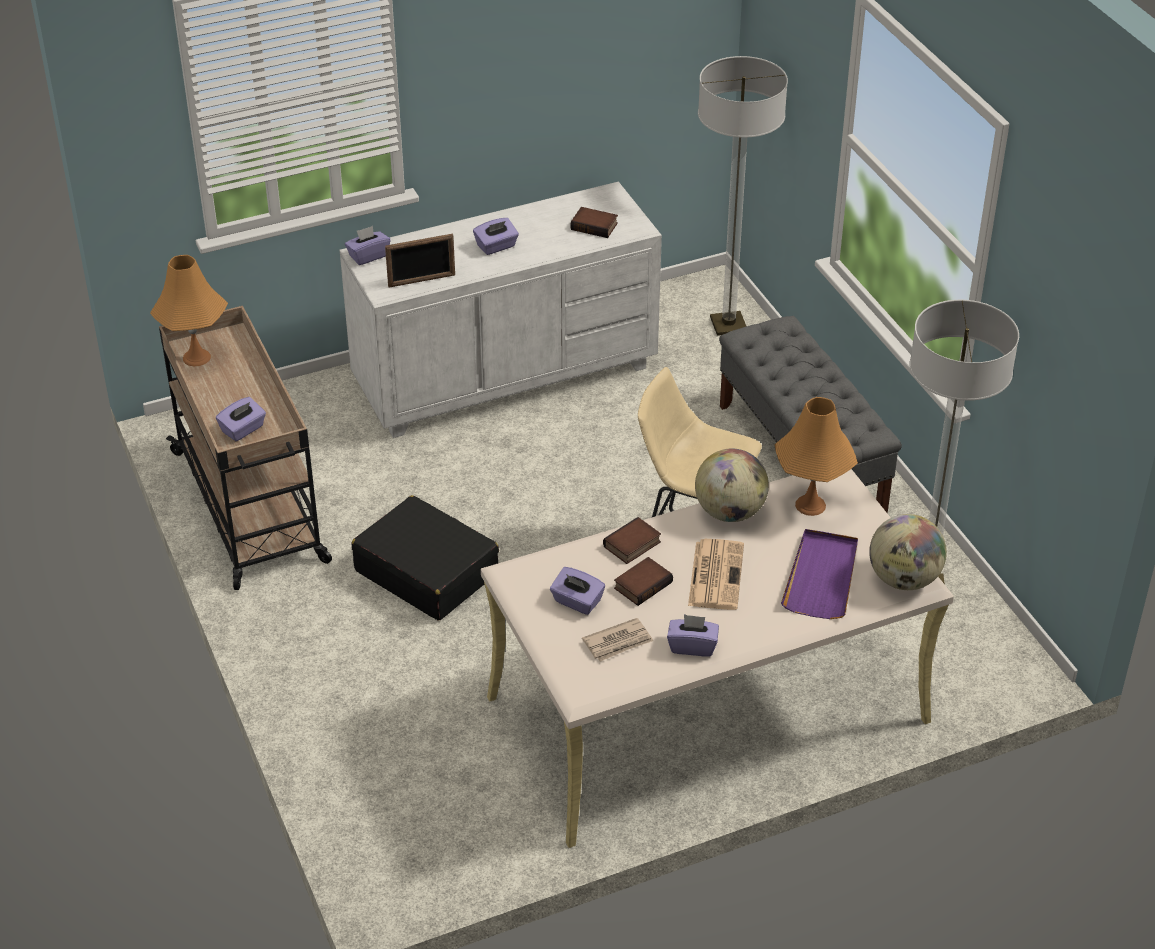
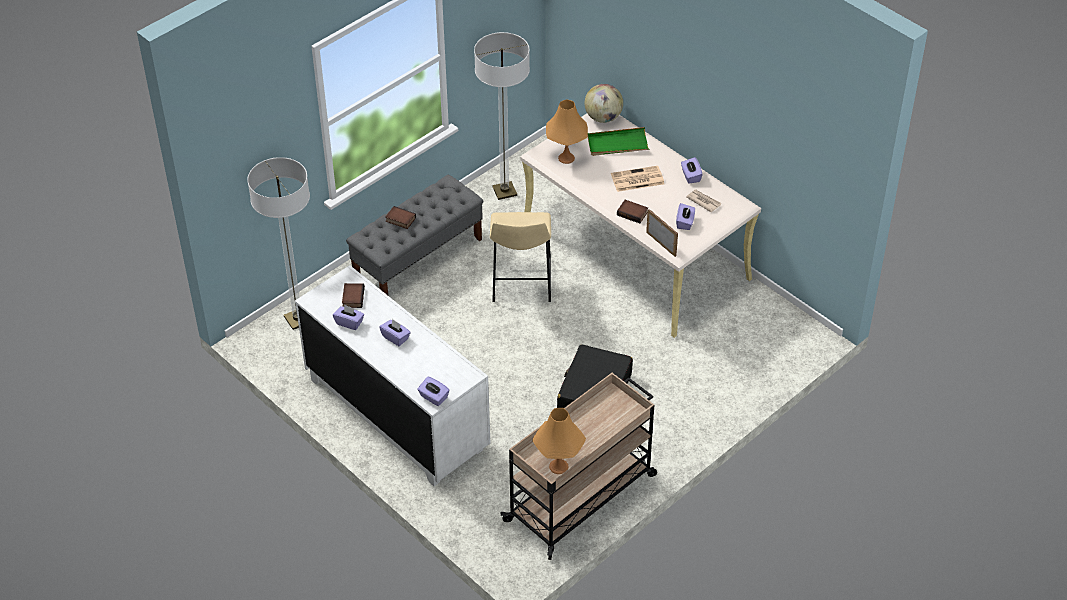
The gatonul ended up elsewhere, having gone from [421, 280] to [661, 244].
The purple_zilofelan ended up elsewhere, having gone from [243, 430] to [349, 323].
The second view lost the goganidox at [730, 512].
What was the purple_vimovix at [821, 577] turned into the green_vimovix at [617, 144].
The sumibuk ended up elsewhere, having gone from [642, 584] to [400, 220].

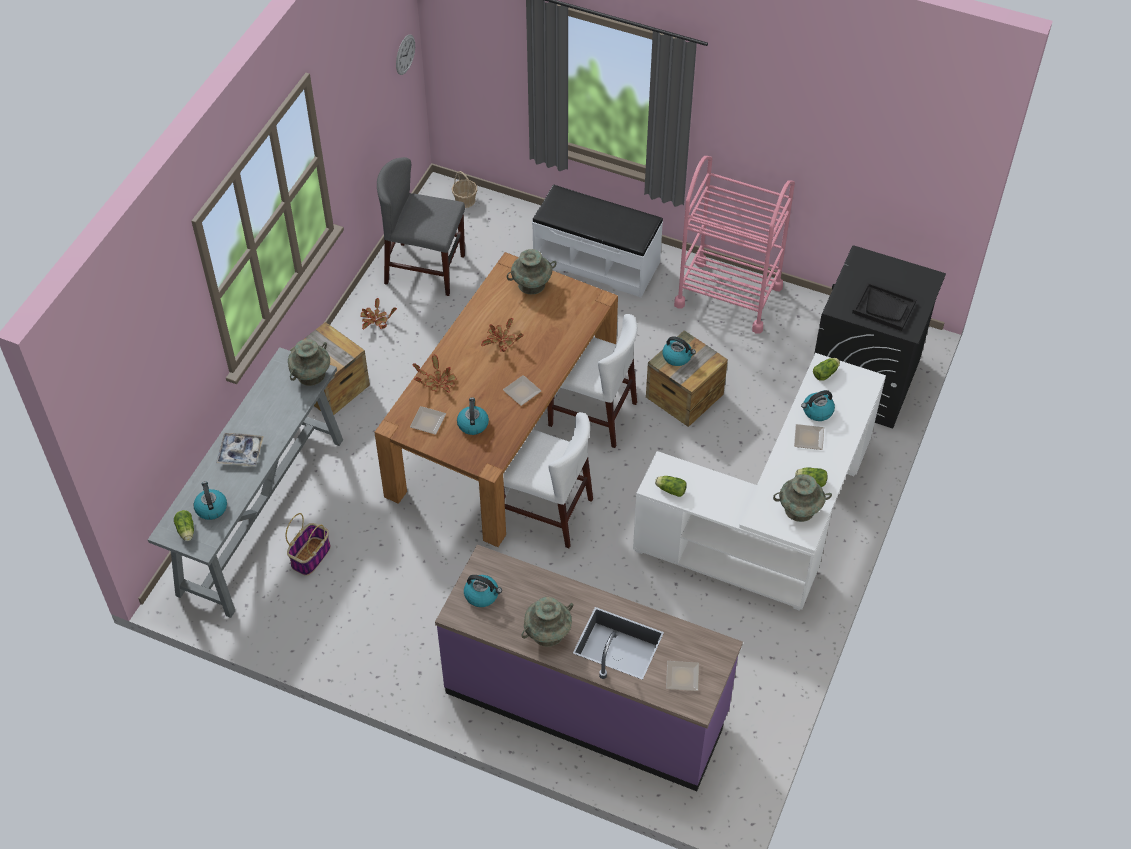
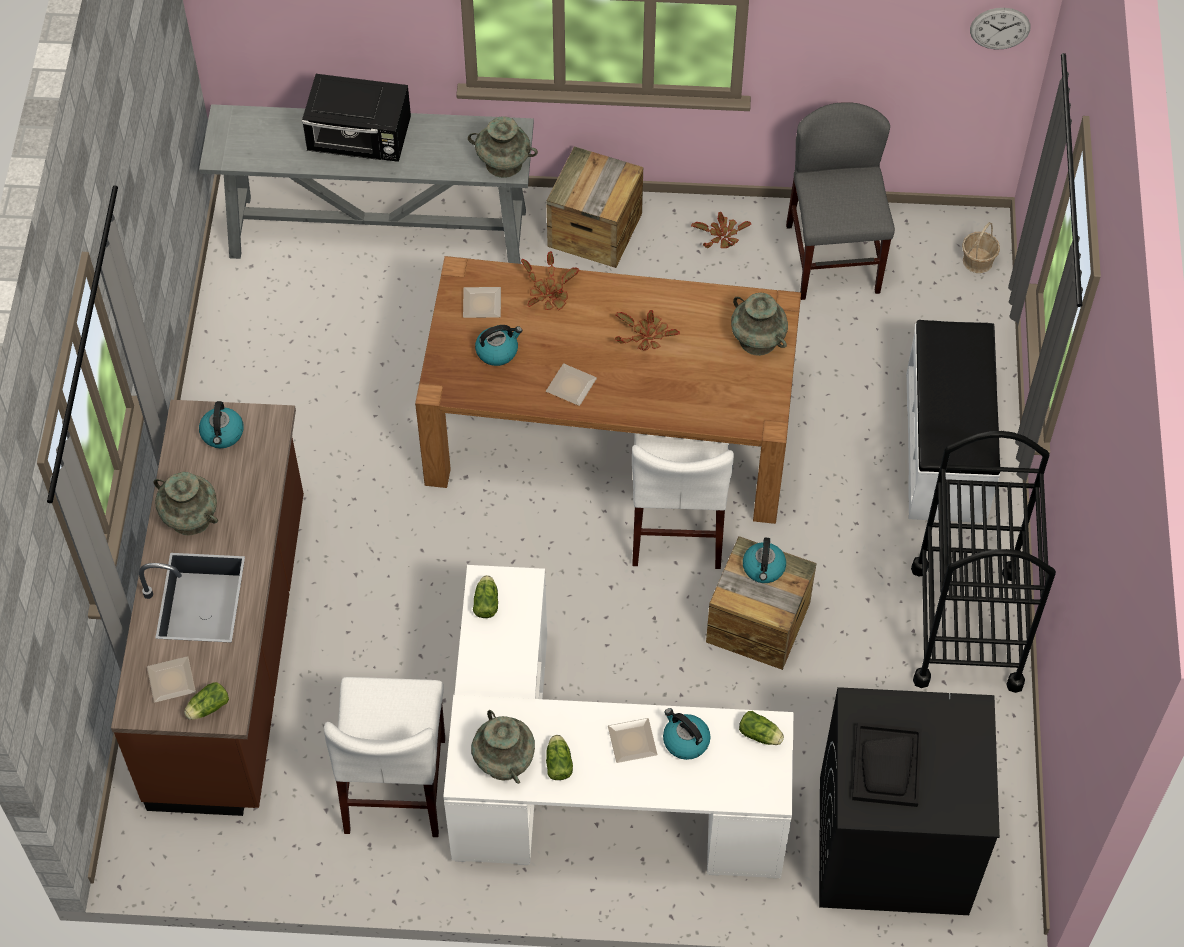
What was the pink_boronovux at [728, 296] turned into the black_boronovux at [966, 626].
The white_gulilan ended up elsewhere, having gone from [546, 511] to [395, 785].
Where the vimovix stood at [240, 453], the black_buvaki came to stand at [361, 140].
The second view lost the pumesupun at [211, 508].
The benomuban ended up elsewhere, having gone from [186, 531] to [207, 708].
The second view lost the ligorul at [311, 556].
What was the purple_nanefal at [586, 703] turned into the brown_nanefal at [232, 652].

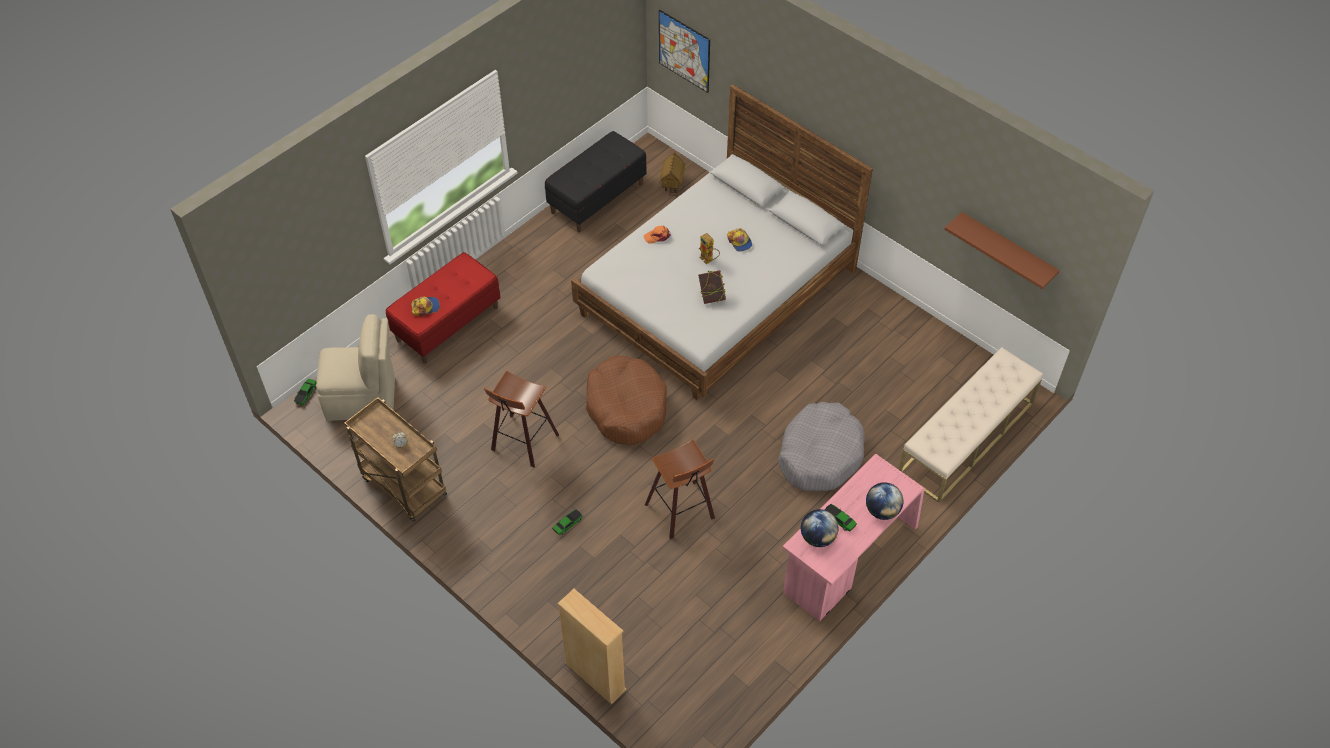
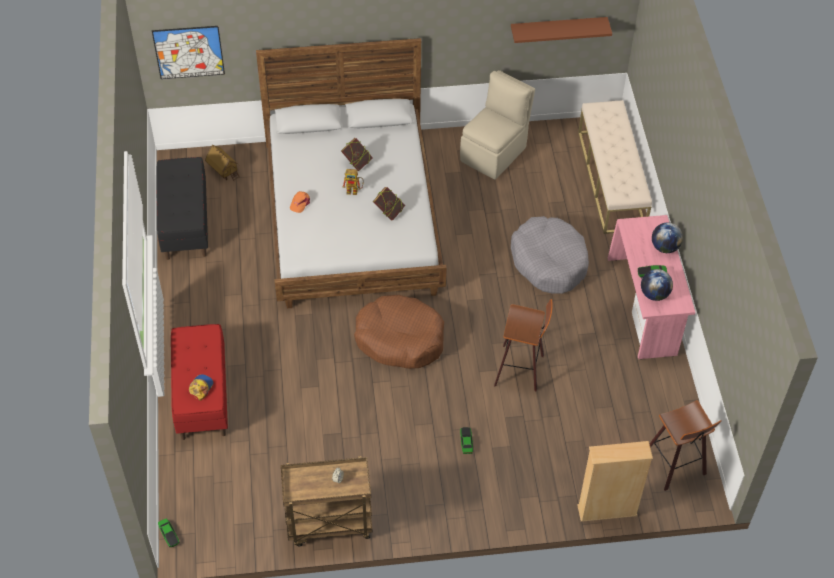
Where the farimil stood at [739, 242], the sumibuk came to stand at [357, 163].
The beige_gulilan ended up elsewhere, having gone from [363, 399] to [494, 153].
The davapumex ended up elsewhere, having gone from [523, 443] to [675, 466].

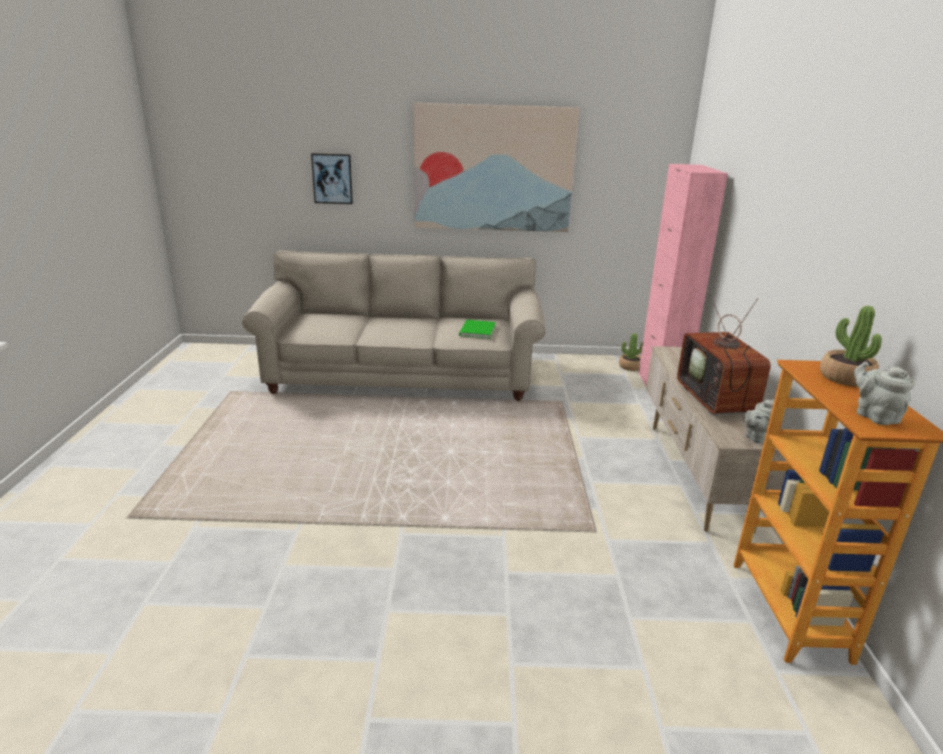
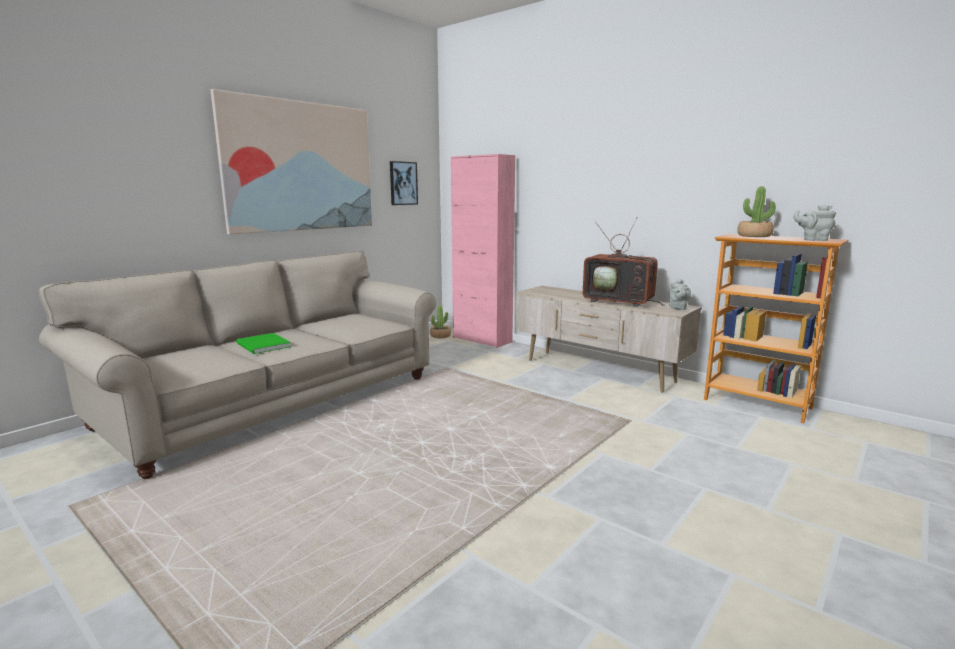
The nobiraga ended up elsewhere, having gone from [332, 178] to [403, 183].
The green_sumibuk ended up elsewhere, having gone from [476, 331] to [263, 346].

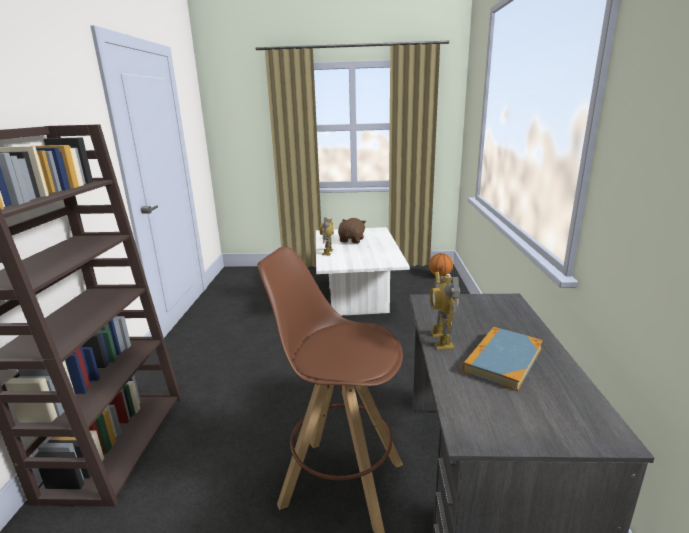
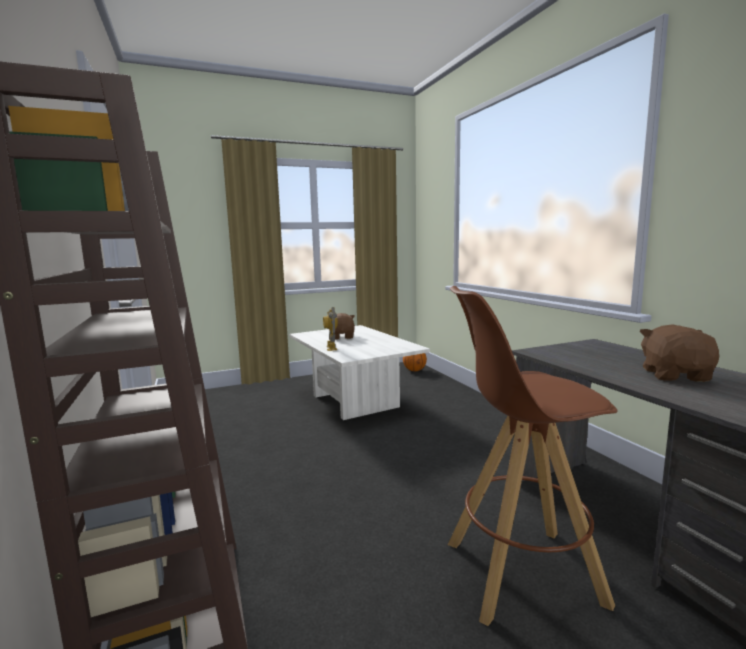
The second view lost the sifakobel at [441, 340].
Where the sumibuk stood at [502, 360], the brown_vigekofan came to stand at [675, 375].

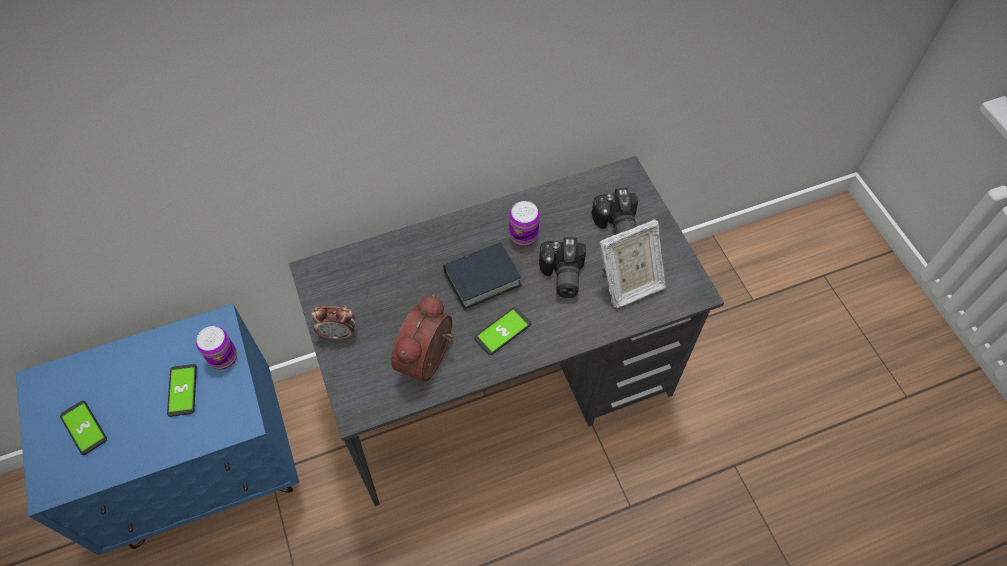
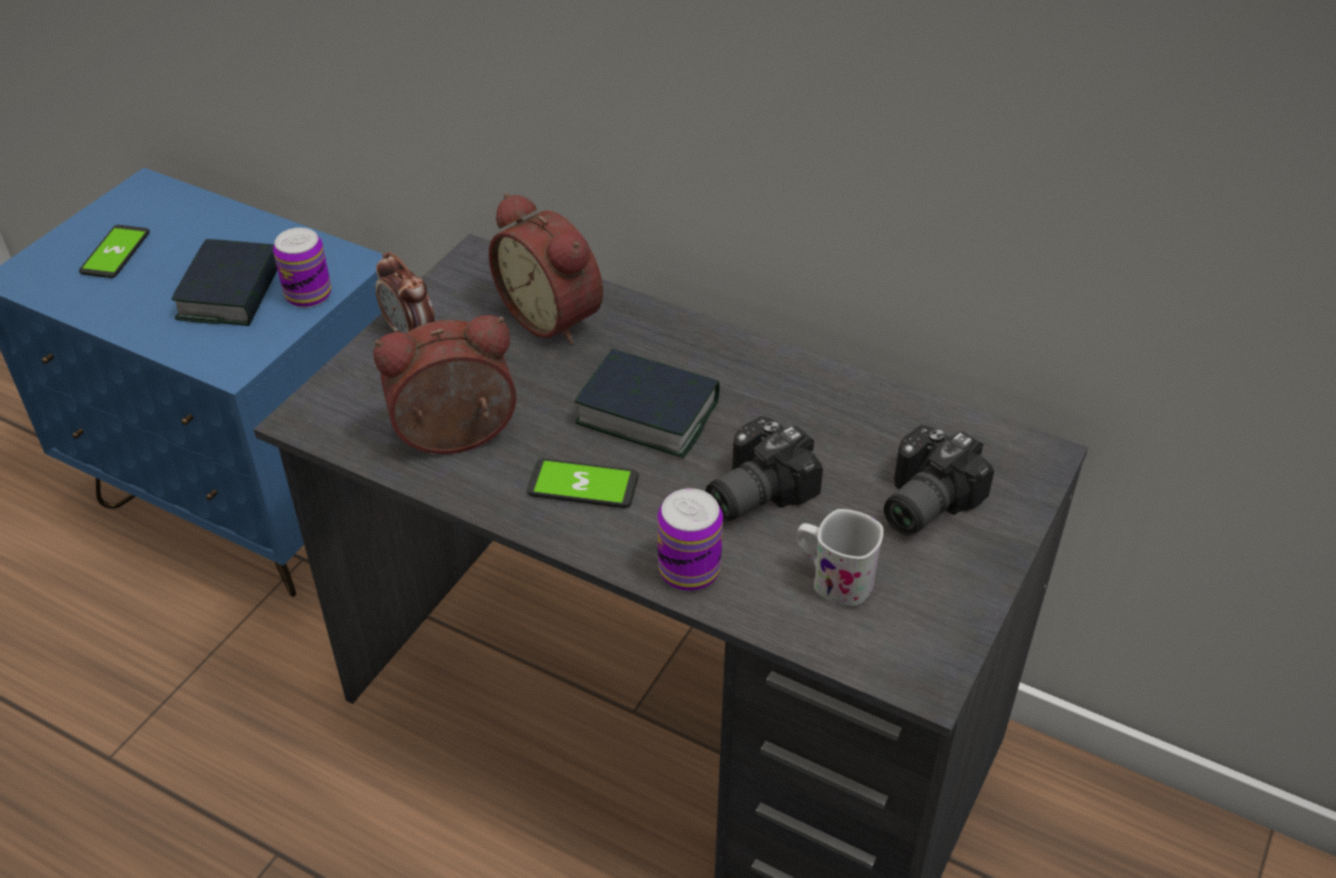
The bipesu ended up elsewhere, having gone from [523, 236] to [689, 570].
Where the gatonul stood at [628, 284], the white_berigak came to stand at [833, 579].
Where the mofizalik stood at [182, 390], the sumibuk came to stand at [231, 292].
The second view gained the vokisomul at [554, 316].

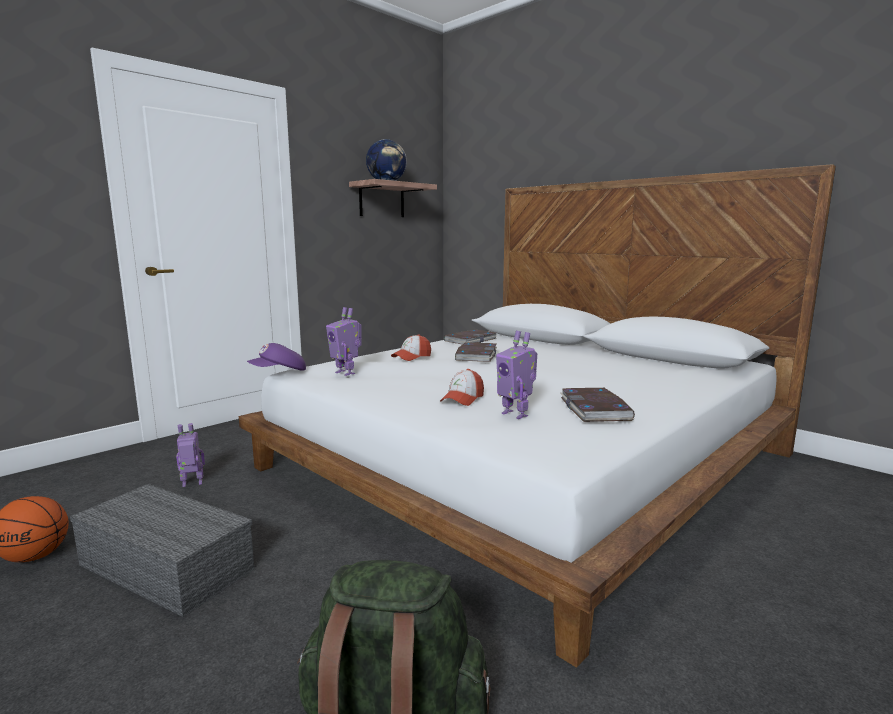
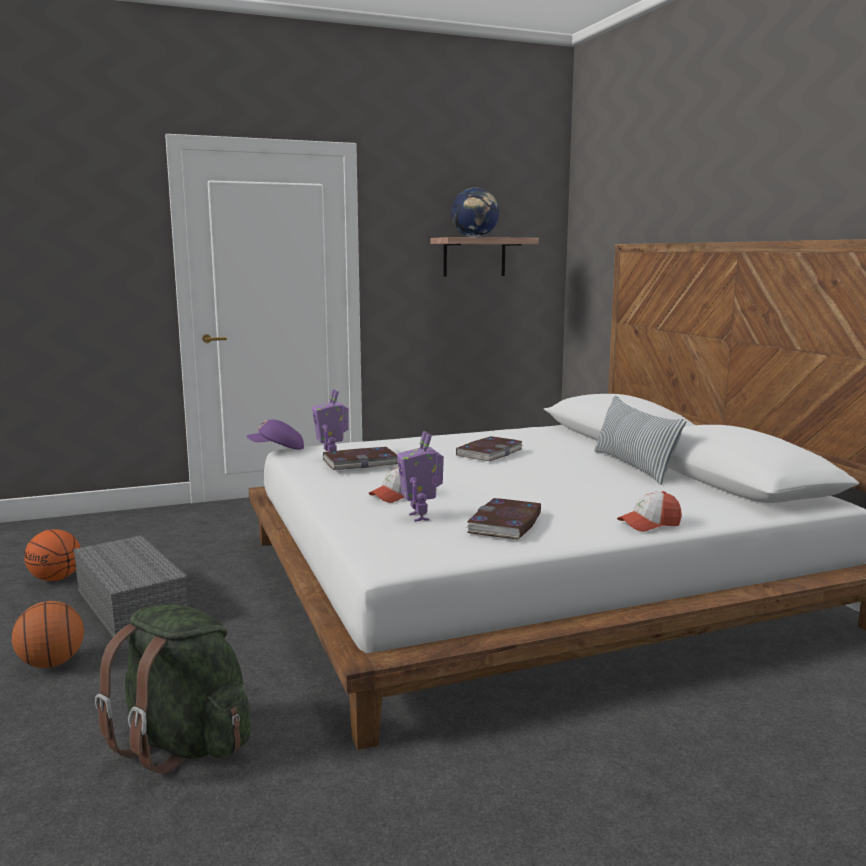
The sumibuk ended up elsewhere, having gone from [470, 340] to [360, 462].
The farimil ended up elsewhere, having gone from [411, 357] to [649, 524].
The second view lost the sifakobel at [192, 483].
The second view gained the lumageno at [634, 466].
The second view gained the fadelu at [52, 663].

